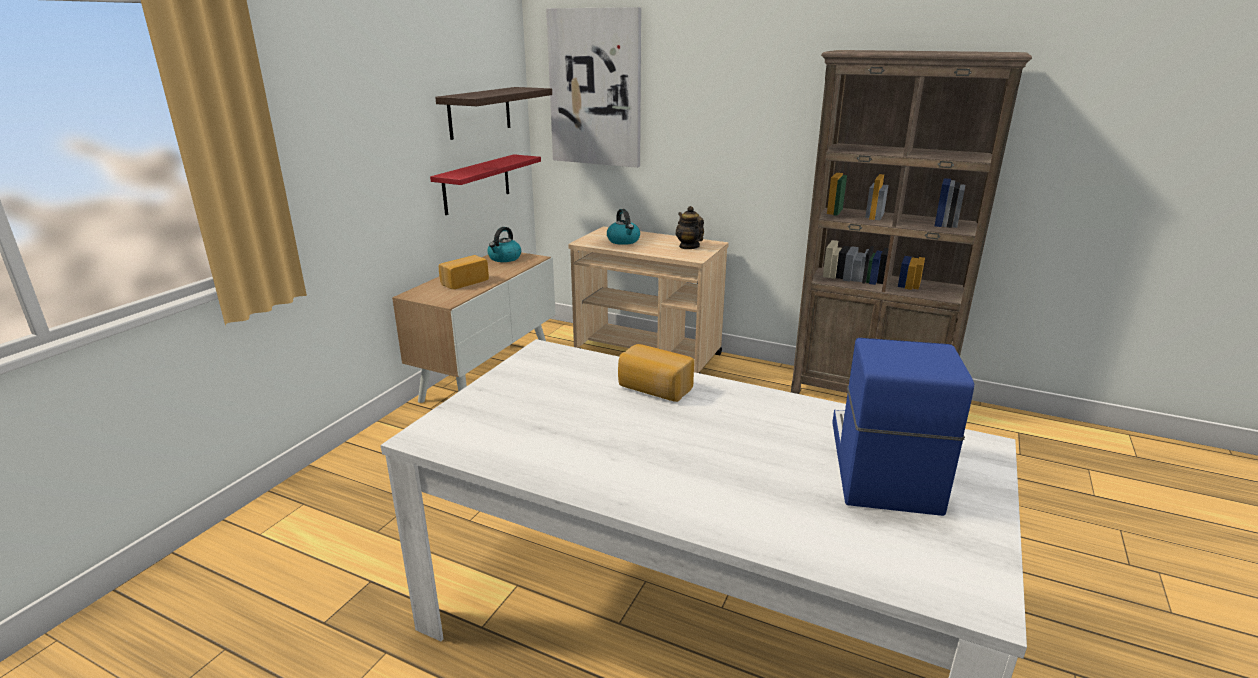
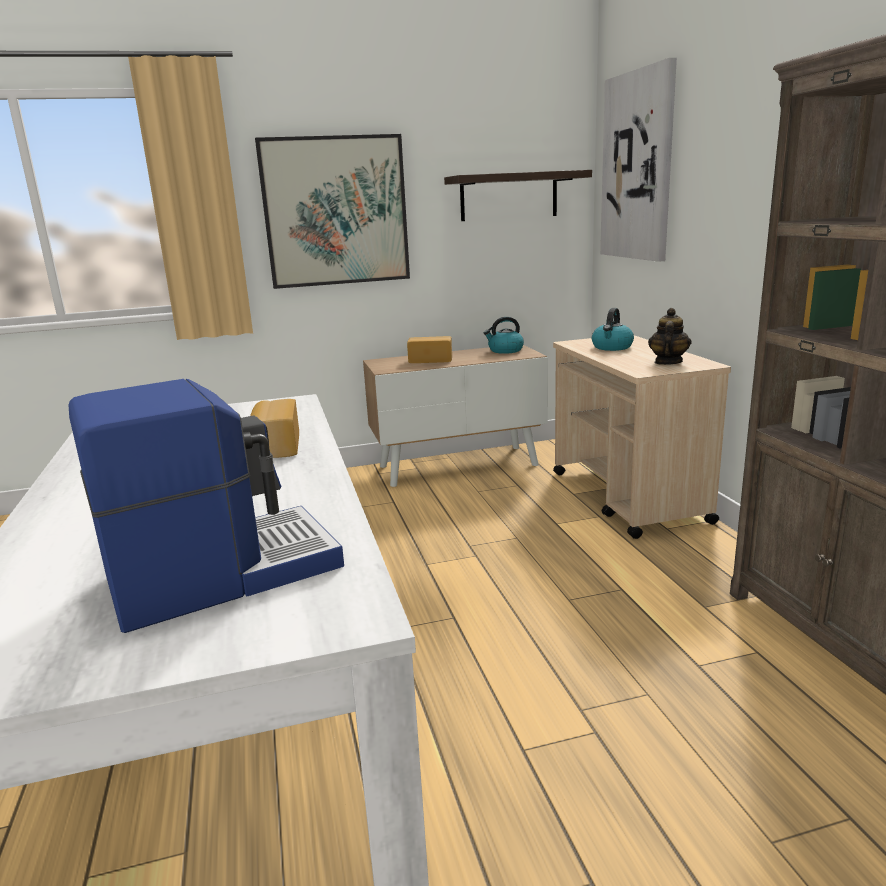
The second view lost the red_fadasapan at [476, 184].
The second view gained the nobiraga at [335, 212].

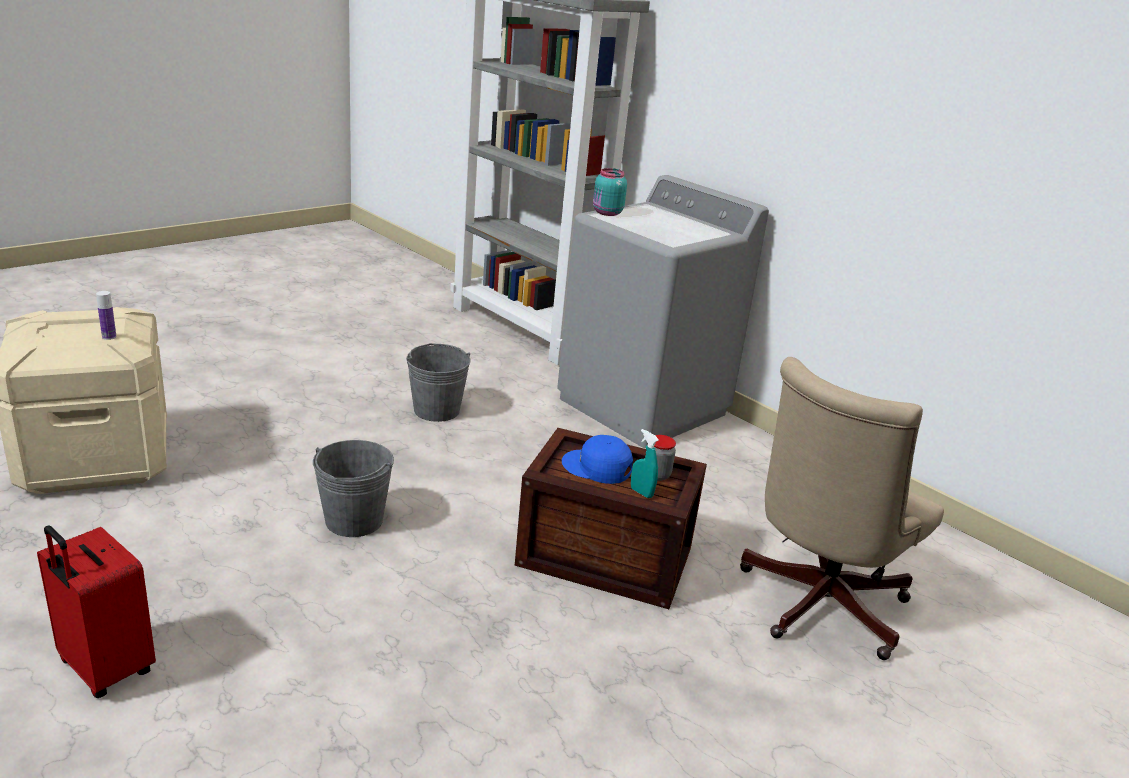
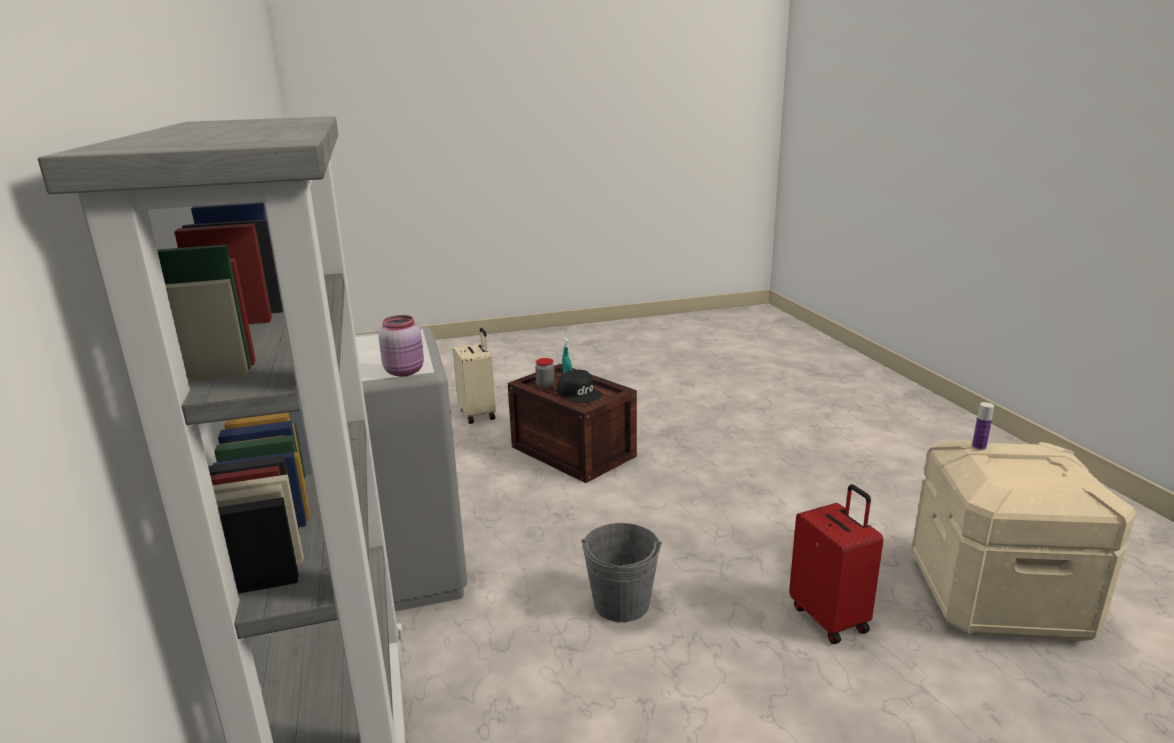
What was the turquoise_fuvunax at [607, 213] turned into the pink_fuvunax at [405, 371].
Where the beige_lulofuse stood at [815, 606], the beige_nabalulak came to stand at [478, 414].
What was the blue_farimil at [597, 467] turned into the black_farimil at [580, 393].
The second view lost the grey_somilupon at [354, 520].
The red_nabalulak ended up elsewhere, having gone from [104, 669] to [830, 618].

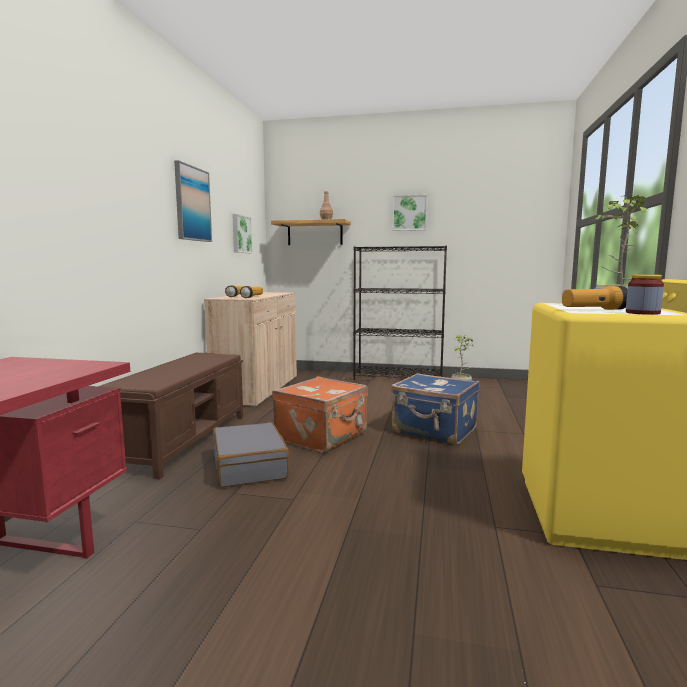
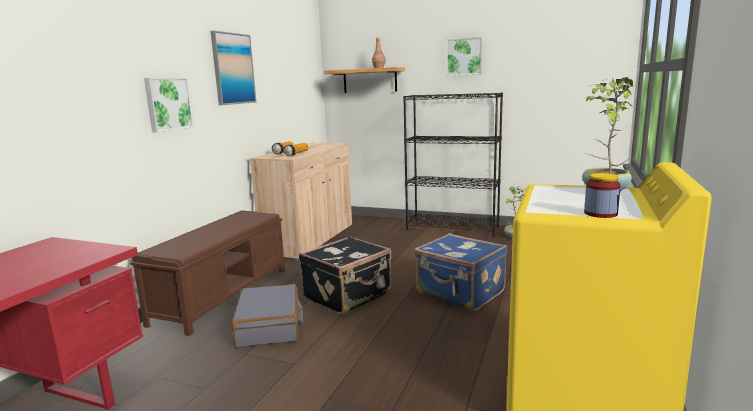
The nobiraga ended up elsewhere, having gone from [240, 234] to [168, 104].
The second view lost the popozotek at [593, 309].
What was the orange_nabalulak at [323, 436] turned into the black_nabalulak at [348, 296].

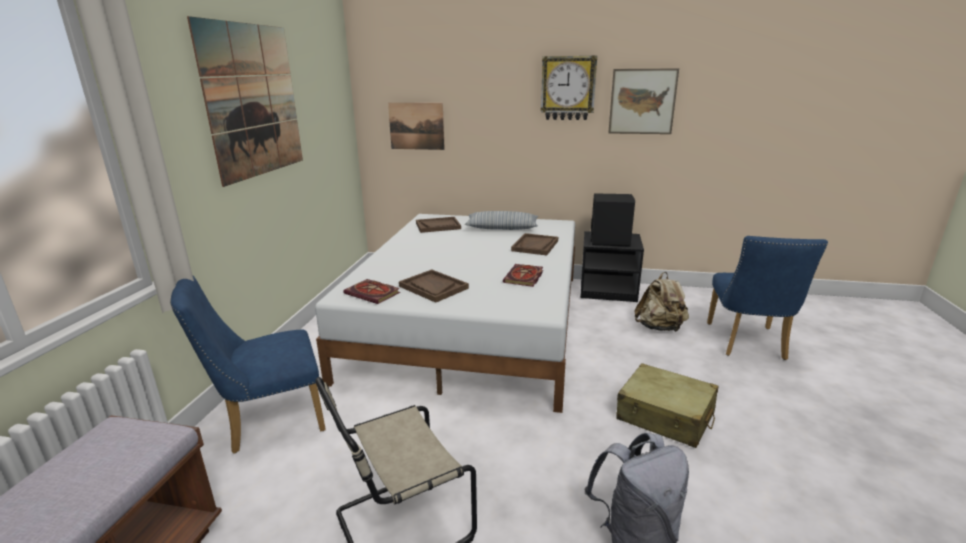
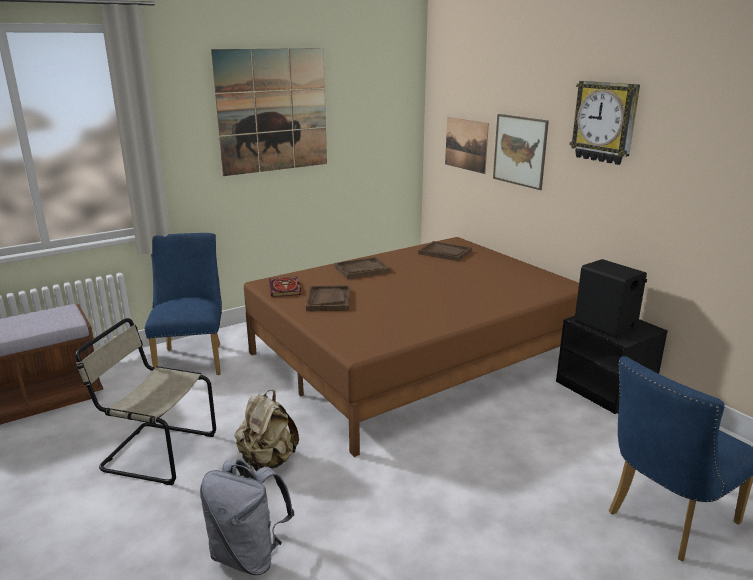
The nobiraga ended up elsewhere, having gone from [642, 101] to [519, 151].
The second view lost the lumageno at [502, 228].
What was the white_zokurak at [473, 322] turned into the brown_zokurak at [415, 357].
The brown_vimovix ended up elsewhere, having gone from [535, 246] to [362, 270].
The second view lost the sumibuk at [524, 277].
The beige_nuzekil ended up elsewhere, having gone from [659, 328] to [268, 461].
The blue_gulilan at [268, 422] ended up facing another way, 60 degrees clockwise from before.
The second view lost the beige_nabalulak at [665, 416].

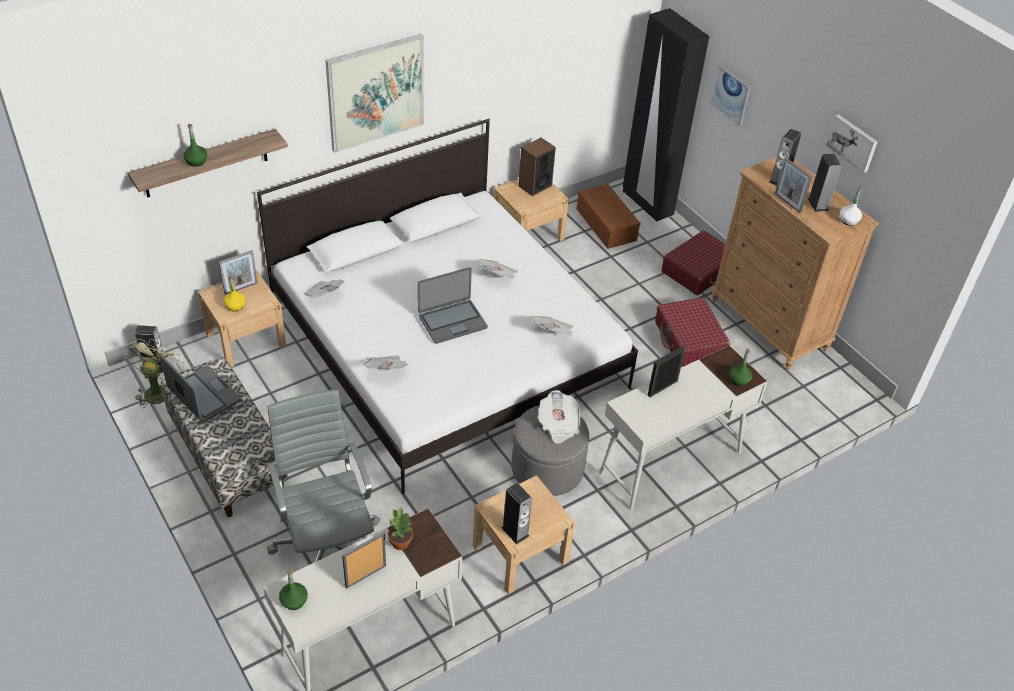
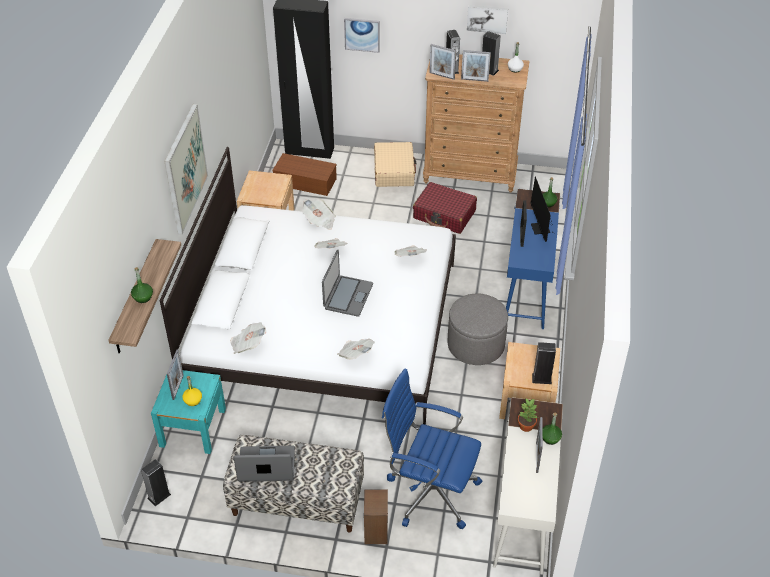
The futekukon ended up elsewhere, having gone from [534, 186] to [375, 531].
What was the red_nabalulak at [698, 271] turned into the beige_nabalulak at [394, 171].
What was the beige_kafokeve at [246, 339] turned into the turquoise_kafokeve at [193, 427].
The second view lost the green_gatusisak at [158, 390].
What was the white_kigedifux at [670, 463] turned into the blue_kigedifux at [527, 288].
What was the grey_lulofuse at [328, 546] turned into the blue_lulofuse at [430, 491].
The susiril ended up elsewhere, having gone from [558, 425] to [320, 221].
The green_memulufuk ended up elsewhere, having gone from [294, 601] to [550, 438].
The second view gained the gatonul at [442, 76].
The second view gained the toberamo at [540, 230].

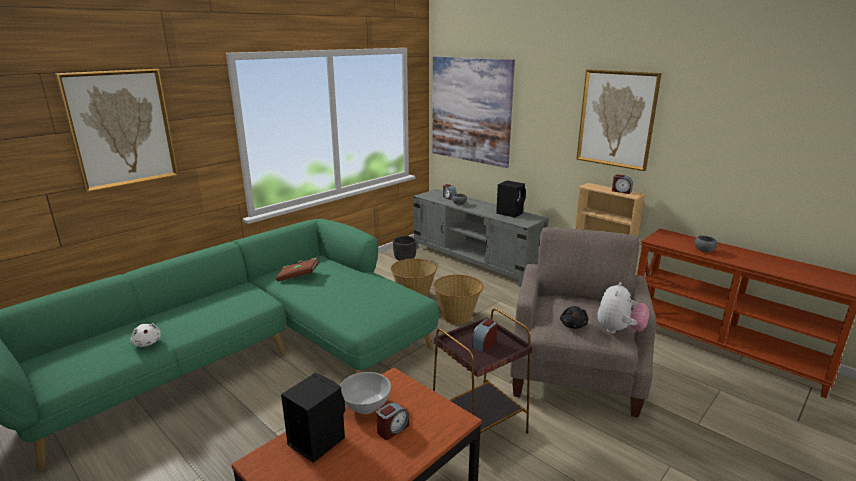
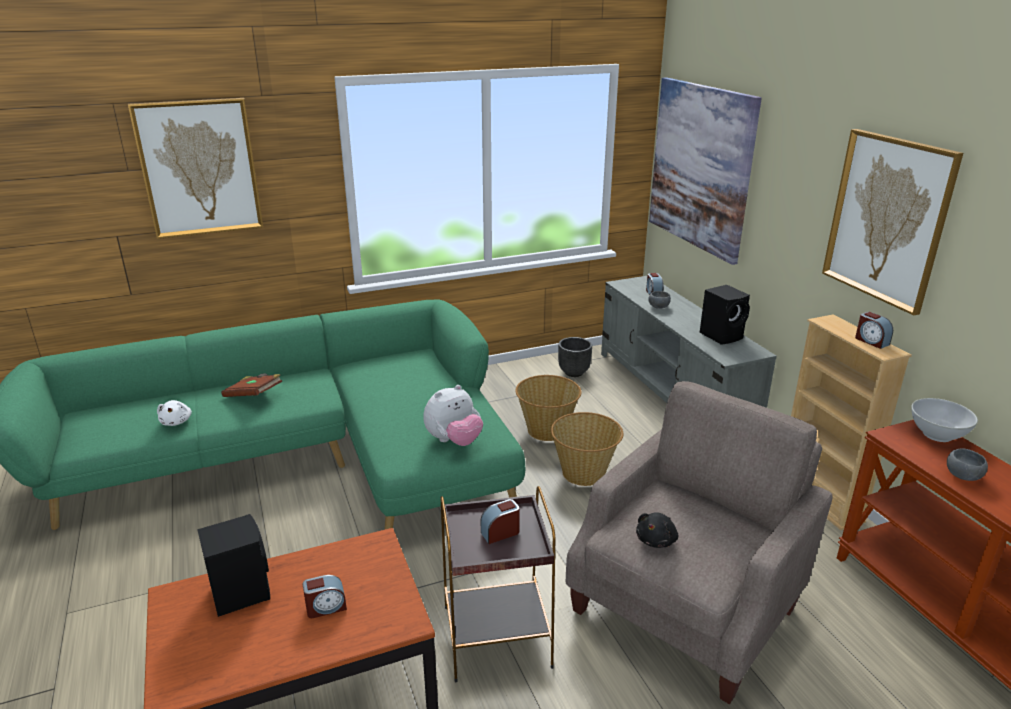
The brown_sumibuk ended up elsewhere, having gone from [298, 277] to [254, 395].
The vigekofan ended up elsewhere, having gone from [619, 330] to [454, 441].
The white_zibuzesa ended up elsewhere, having gone from [366, 406] to [937, 435].

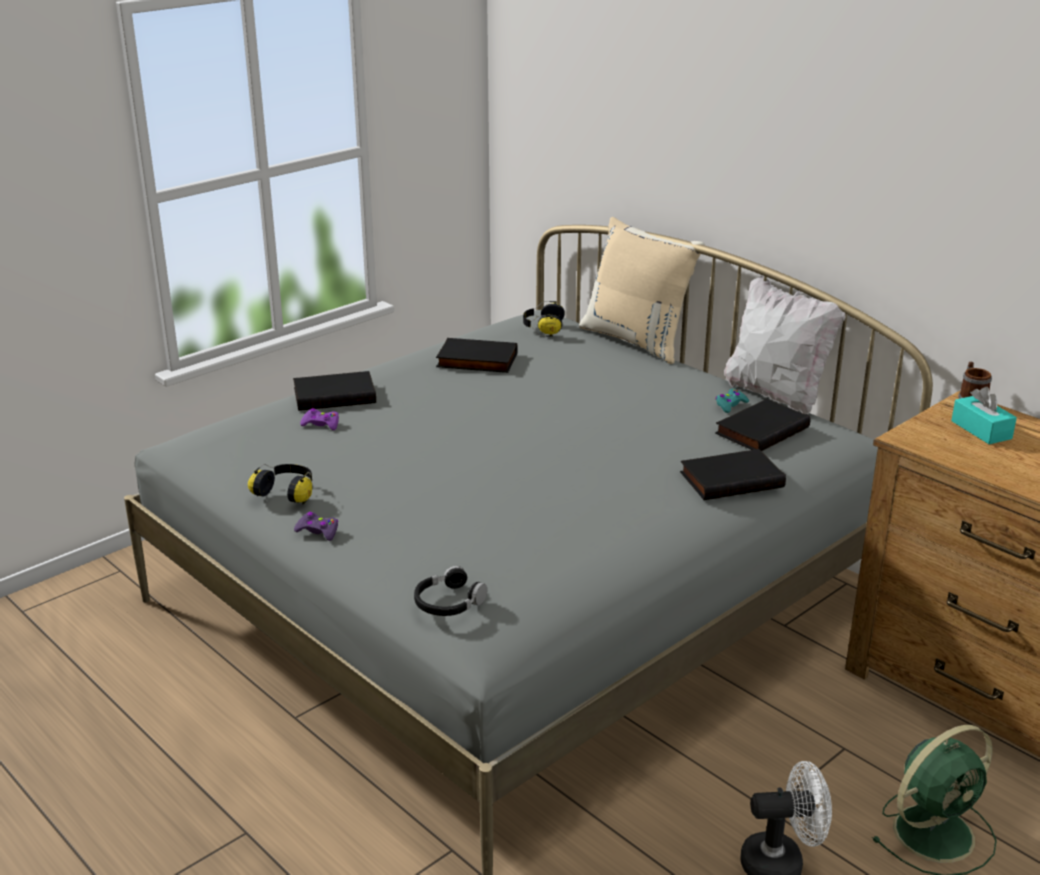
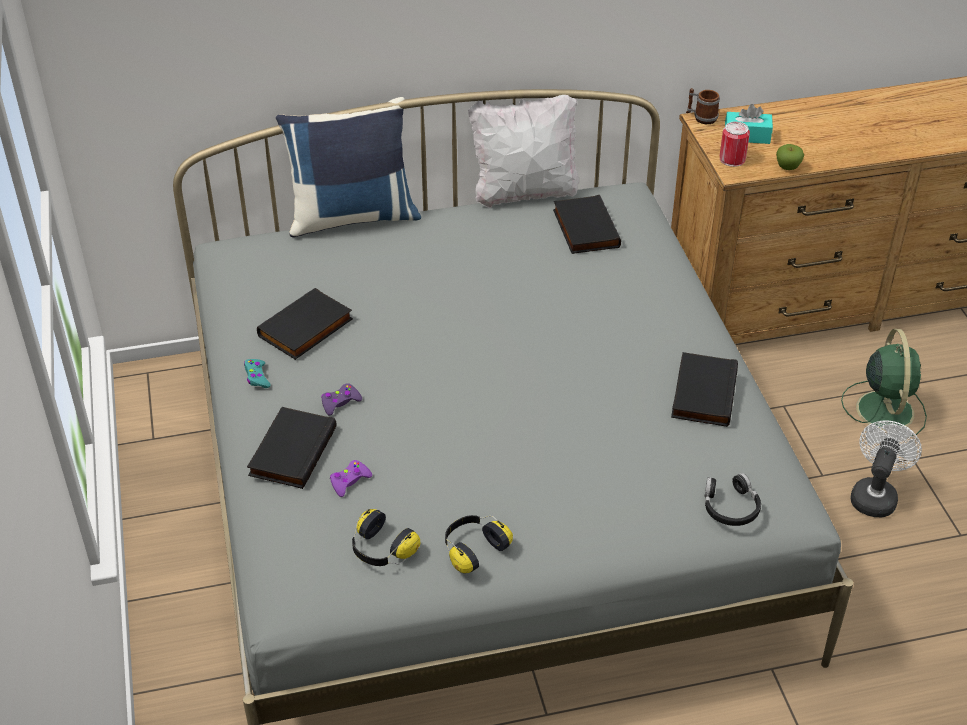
What was the beige_lumageno at [638, 340] turned into the blue_lumageno at [352, 216].
The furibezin ended up elsewhere, having gone from [543, 328] to [381, 550].
The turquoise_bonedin ended up elsewhere, having gone from [730, 405] to [257, 377].
The black_sumibuk ended up elsewhere, having gone from [731, 479] to [702, 392].
The purple_bonedin ended up elsewhere, having gone from [318, 531] to [340, 402].
The second view gained the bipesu at [732, 159].
The second view gained the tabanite at [787, 167].

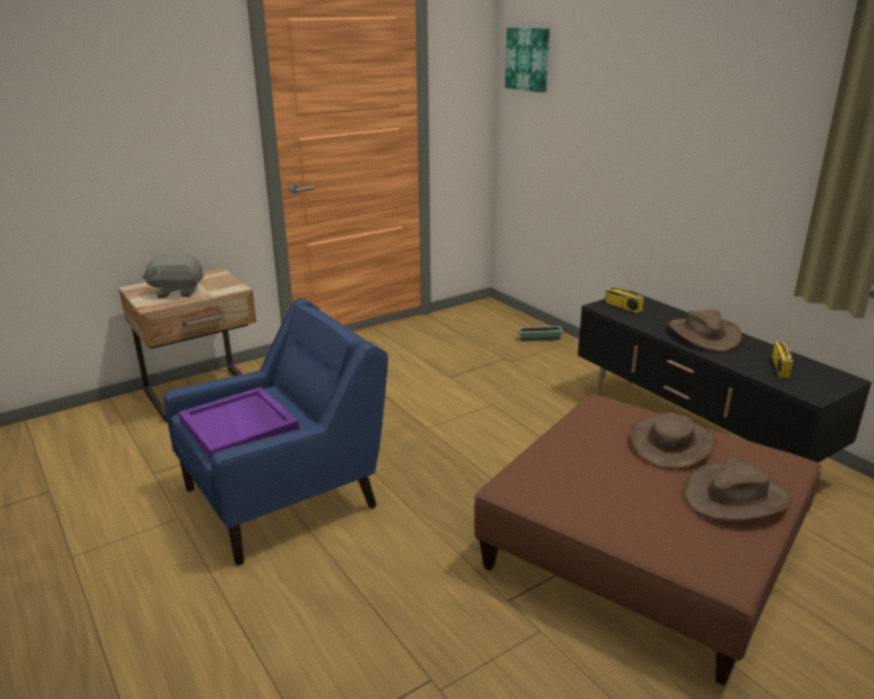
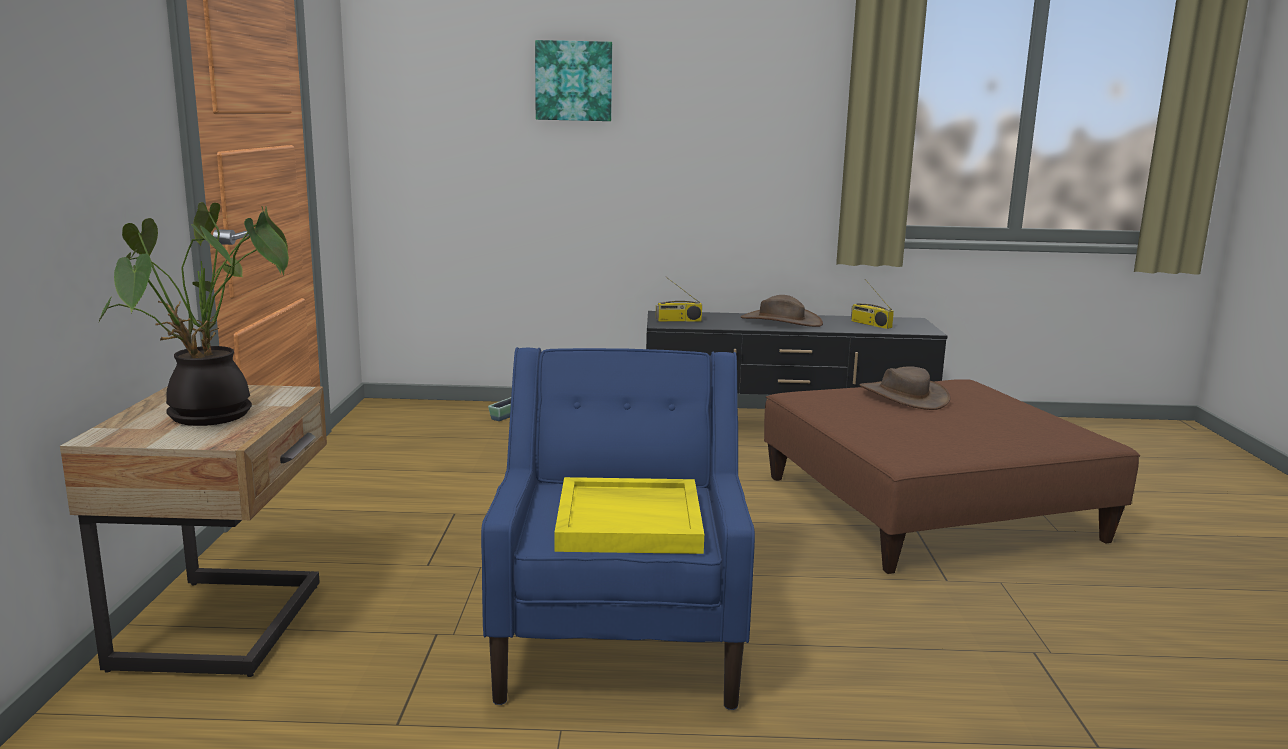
The nobiraga ended up elsewhere, having gone from [528, 59] to [574, 81].
Where the grey_vigekofan stood at [177, 292], the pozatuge came to stand at [209, 418].
What was the purple_vimovix at [240, 427] turned into the yellow_vimovix at [630, 521].
The second view lost the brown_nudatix at [736, 497].

